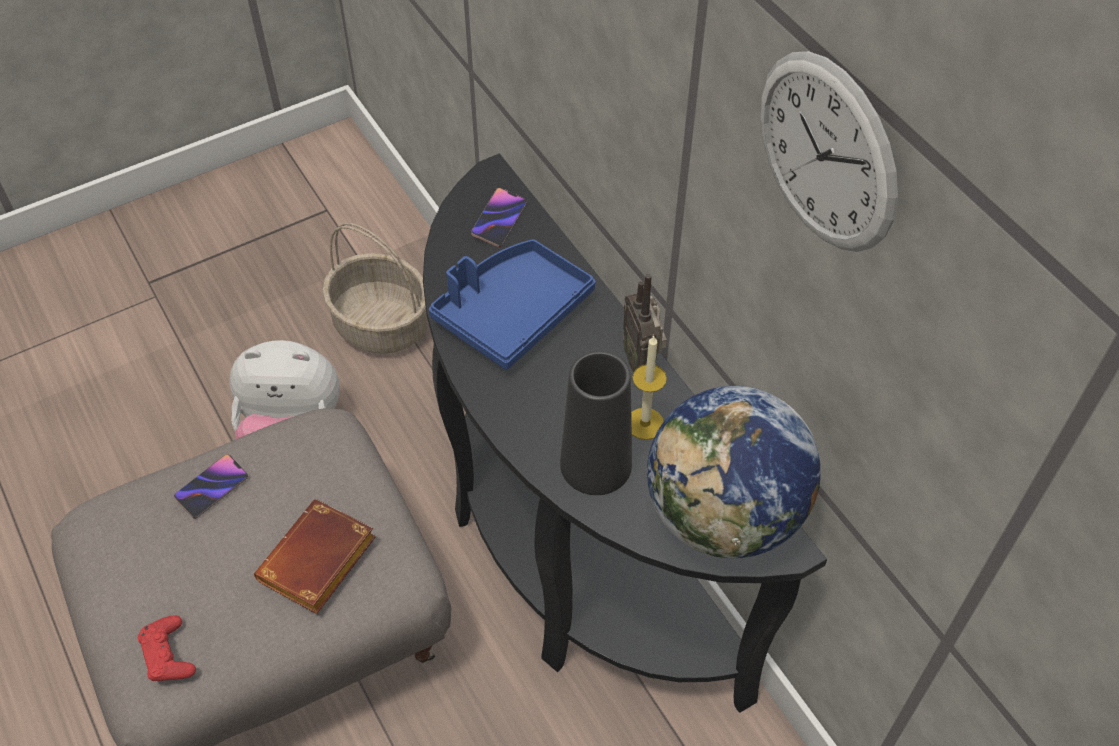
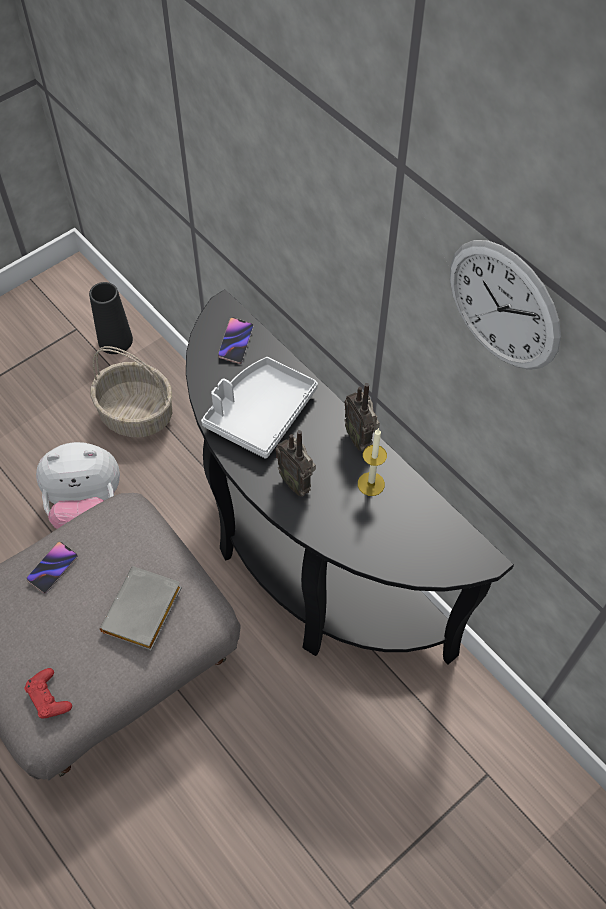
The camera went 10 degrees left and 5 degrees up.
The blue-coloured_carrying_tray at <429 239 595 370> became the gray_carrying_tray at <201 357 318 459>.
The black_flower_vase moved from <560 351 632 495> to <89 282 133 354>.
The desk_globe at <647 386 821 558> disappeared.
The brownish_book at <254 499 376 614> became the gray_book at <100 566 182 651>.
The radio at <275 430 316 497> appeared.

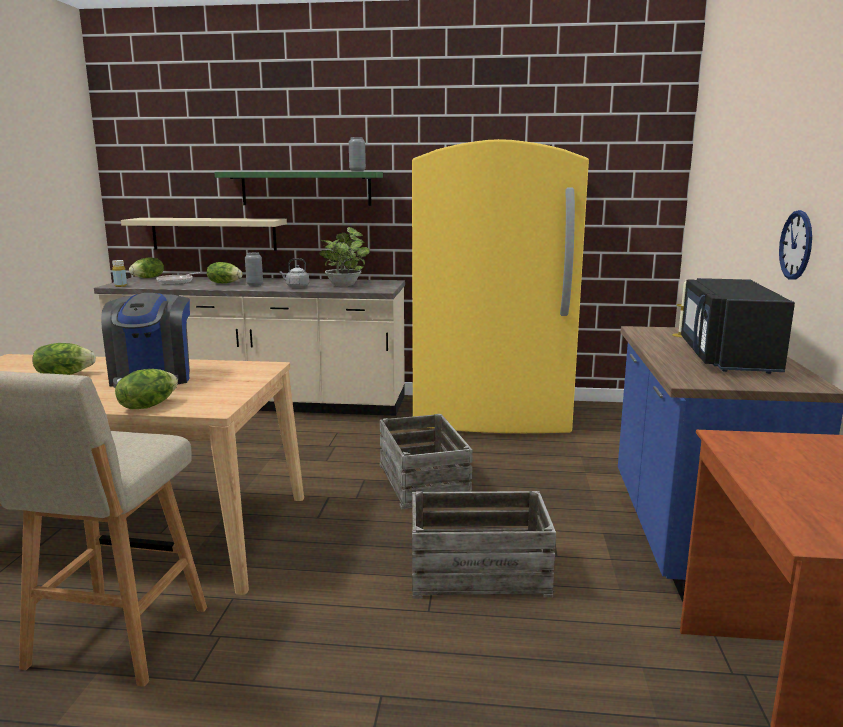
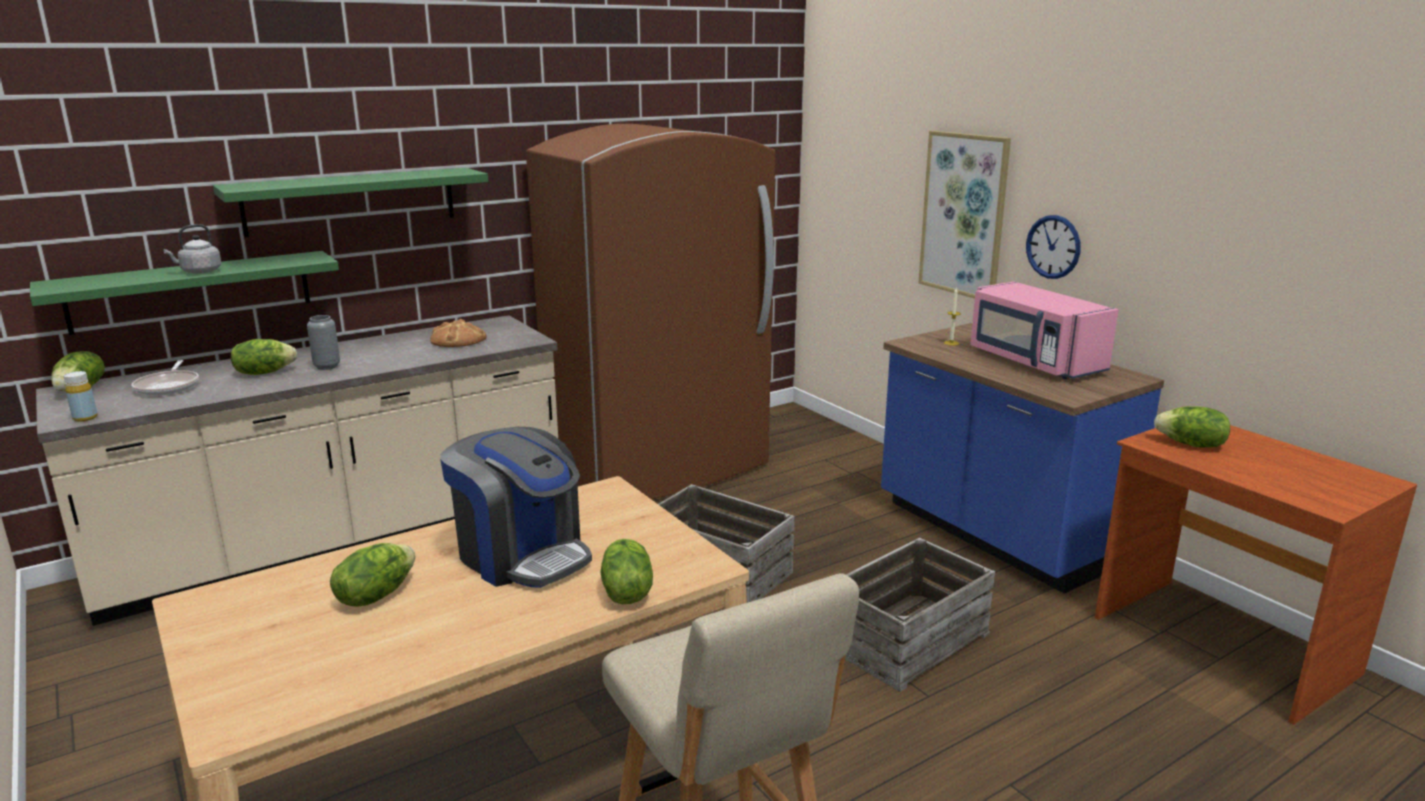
The camera went 40 degrees left and 5 degrees up.
The gray_flower_vase at <349 137 366 172> disappeared.
The yellow-coloured_kitchen_fridge at <412 139 589 433> became the brownish_kitchen_fridge at <526 124 775 499>.
The beige-coloured_shelf at <121 218 287 251> became the green_shelf at <30 251 339 335>.
The potted_plant at <319 227 370 287> was replaced by the baked_bread at <430 319 486 347>.
The gray_kettle moved from <280 258 309 288> to <163 224 221 273>.
The black_kitchen_microwave at <681 278 795 374> became the pink-coloured_kitchen_microwave at <971 282 1119 379>.
The wall_picture at <918 131 1011 298> appeared.
The lettuce_head at <1154 406 1230 447> appeared.

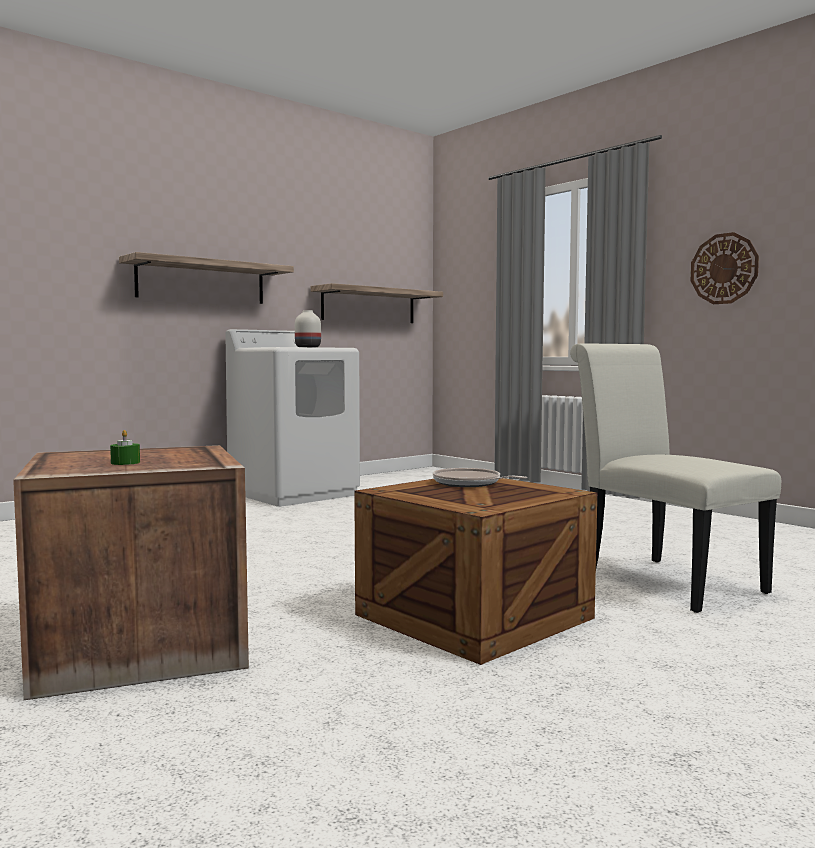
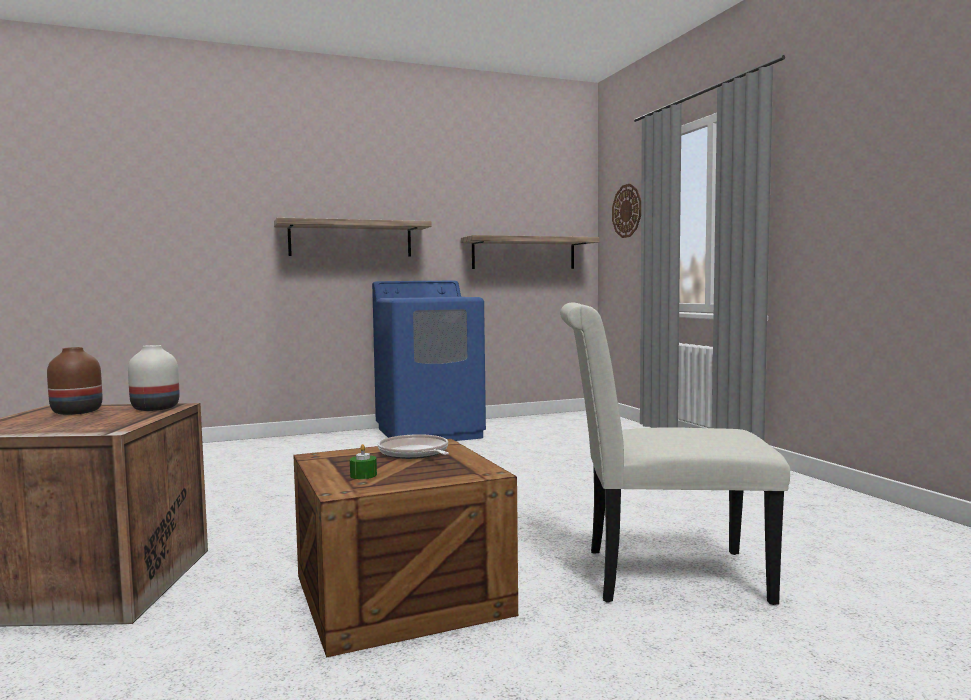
The camera went 20 degrees right and 0 degrees up.
The clock_on_the_wall moved from <691 232 759 304> to <612 184 641 238>.
The white_flower_vase moved from <295 310 321 347> to <128 345 179 411>.
The white_laundry_appliance at <225 329 360 507> became the blue-coloured_laundry_appliance at <372 281 486 441>.
The white_chair at <570 343 782 613> turned 75 degrees counterclockwise.
The green_candle moved from <110 430 140 465> to <350 444 377 479>.
The brownish_flower_vase at <47 347 102 415> appeared.

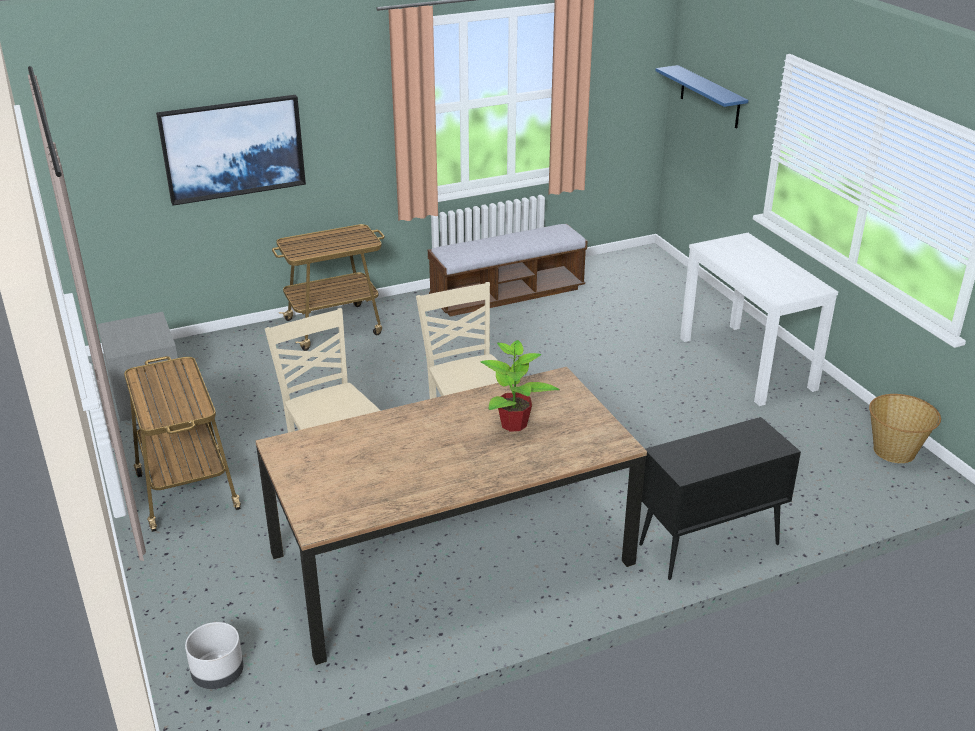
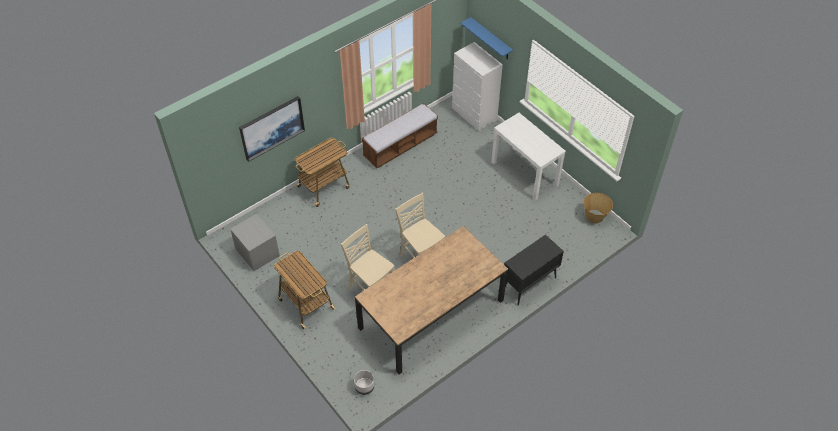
The camera went 15 degrees left and 20 degrees up.
The potted_plant at <481 340 560 432> disappeared.
The white_dresser at <452 42 503 131> appeared.

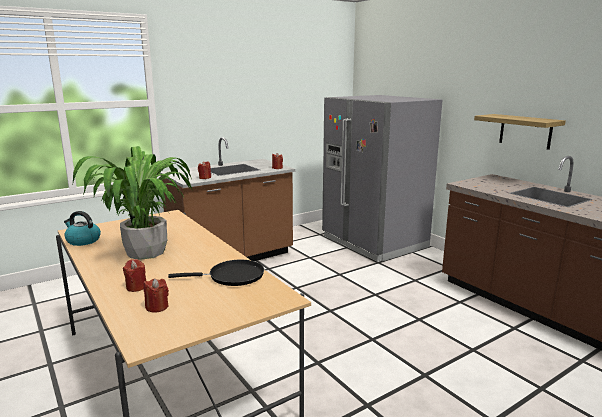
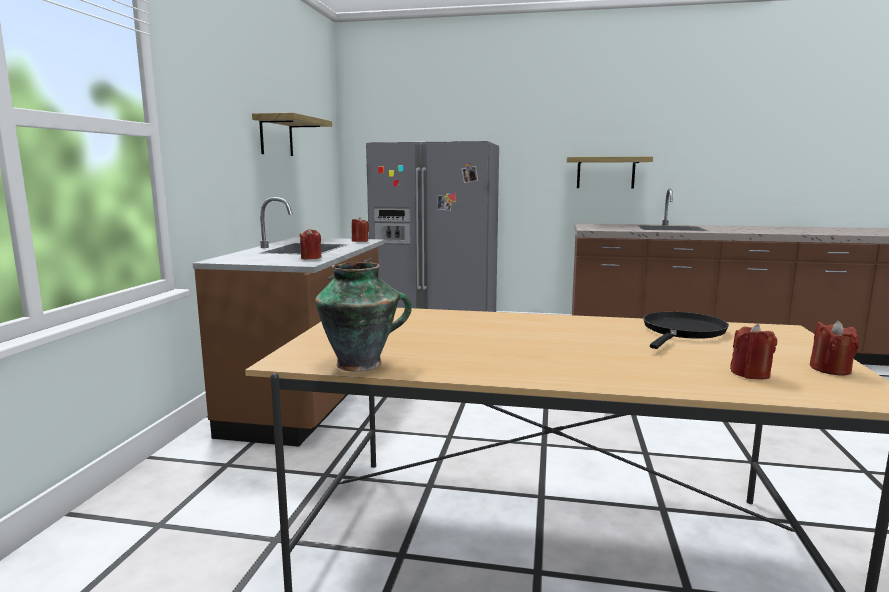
The camera went 45 degrees left and 5 degrees down.
The potted_plant at <73 146 193 260> disappeared.
The kettle at <64 211 101 246> was replaced by the flower_vase at <315 262 412 372>.
The red_candle moved from <123 259 146 292> to <810 320 859 376>.
The shelf at <252 113 332 156> appeared.

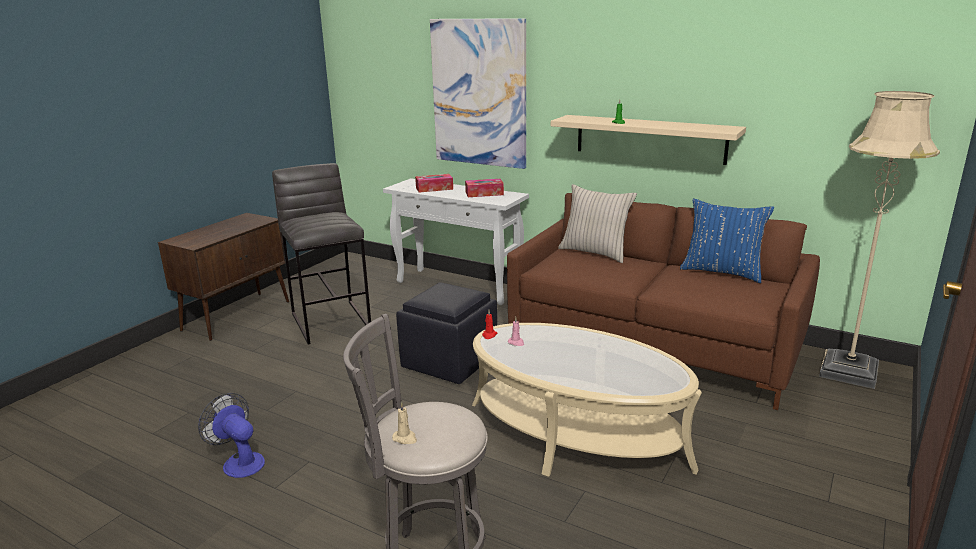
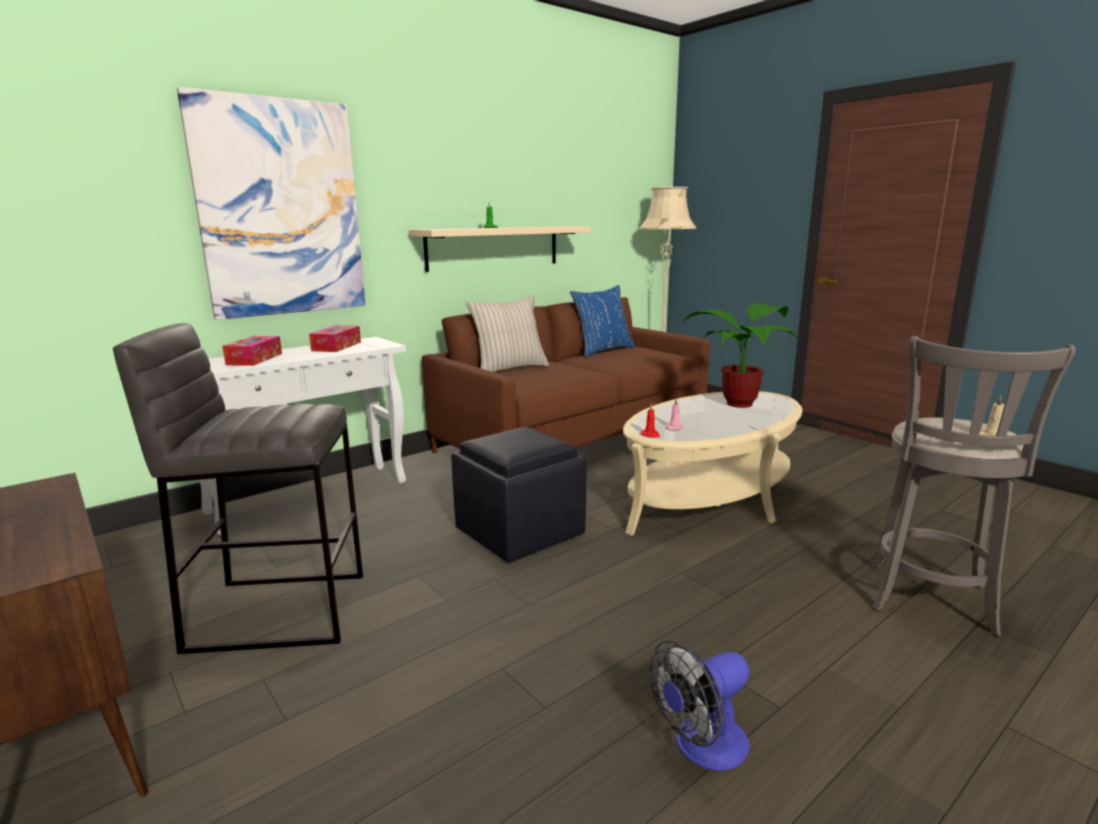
The camera went 70 degrees left and 5 degrees down.
The potted_plant at <683 303 800 408> appeared.

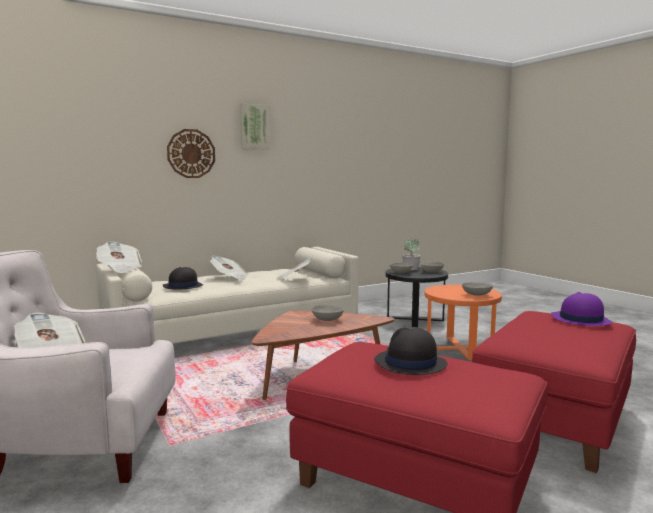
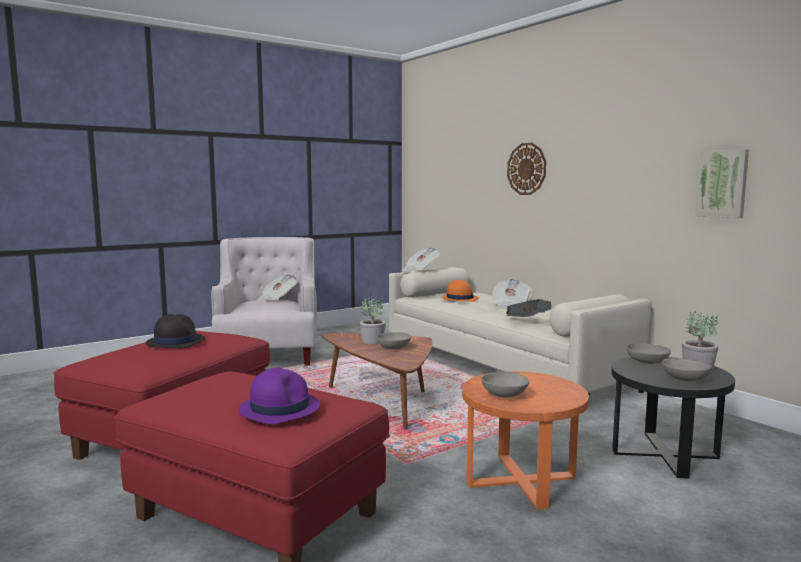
The camera went 85 degrees right and 0 degrees up.
The wall_picture moved from <240 103 270 150> to <695 149 749 218>.
The black_clothing_hat at <163 267 203 290> became the orange-coloured_clothing_hat at <441 280 479 302>.
The potted_plant at <360 295 386 344> appeared.

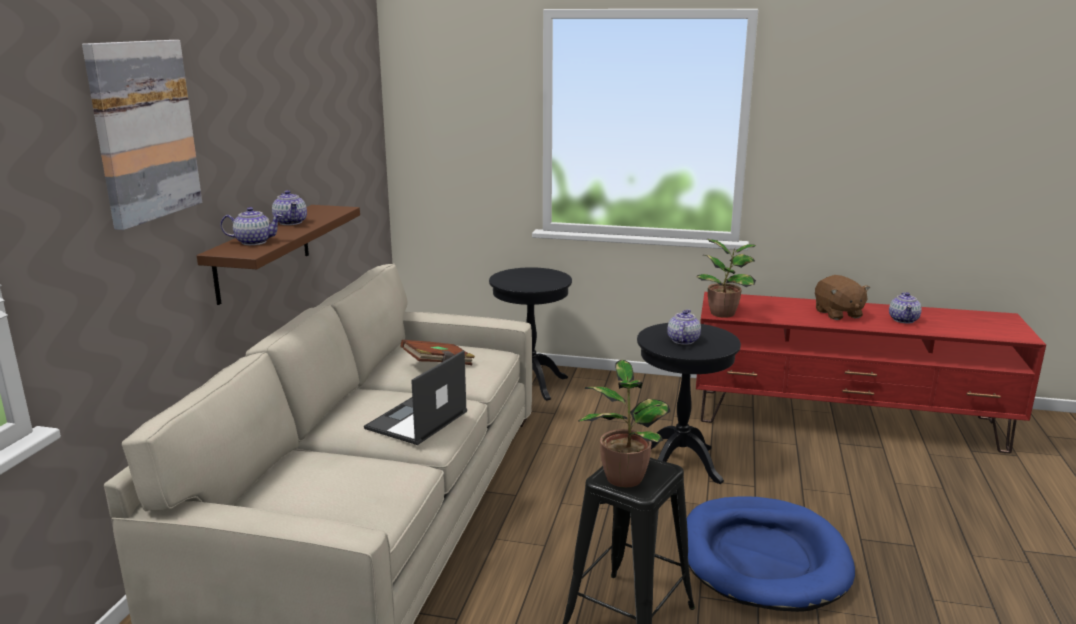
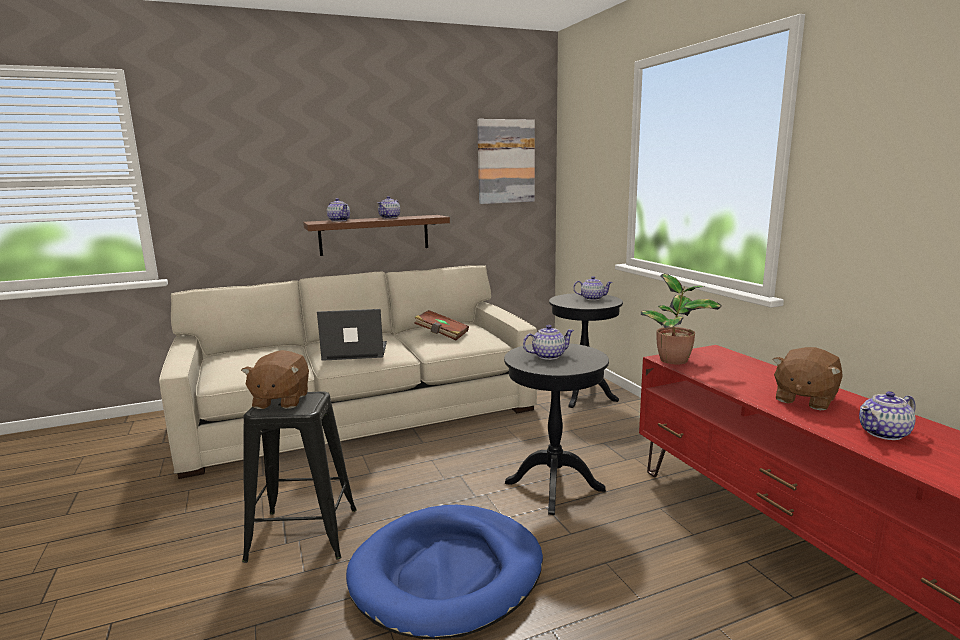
The camera went 55 degrees right and 5 degrees down.
The wall_picture moved from <82 40 202 230> to <477 119 535 204>.
The potted_plant at <578 360 670 488> was replaced by the brownish_soft_toy at <241 350 309 409>.
The tea_pot at <573 276 613 300> appeared.

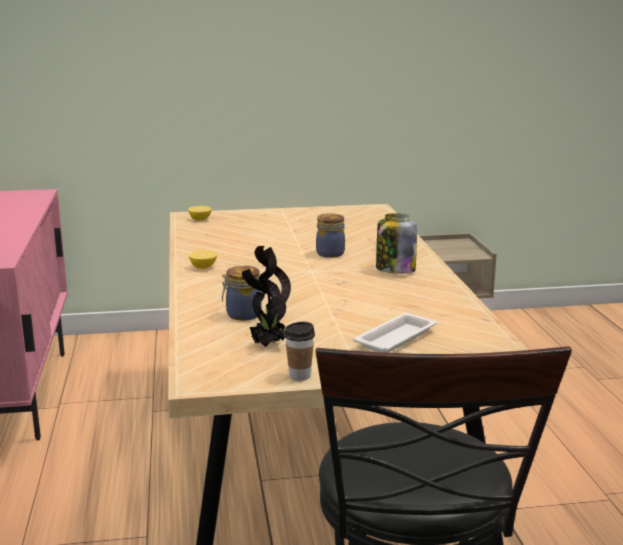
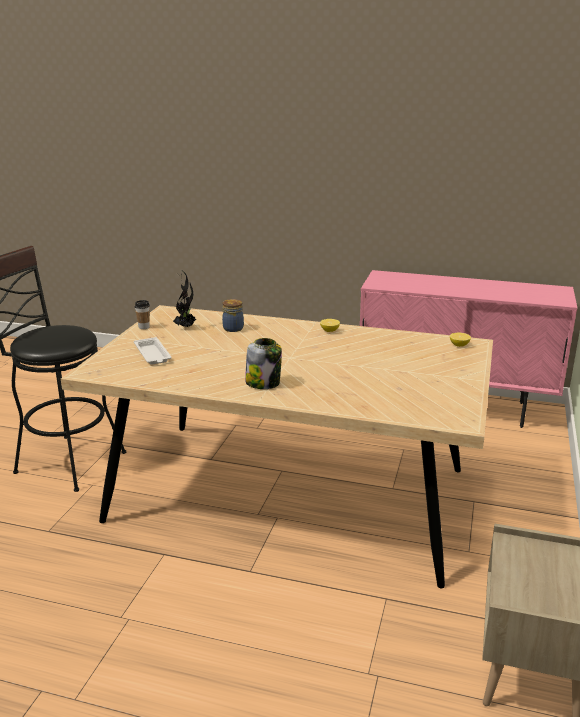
The camera went 115 degrees right and 5 degrees up.
The preserve_jar at <316 213 345 258> disappeared.

